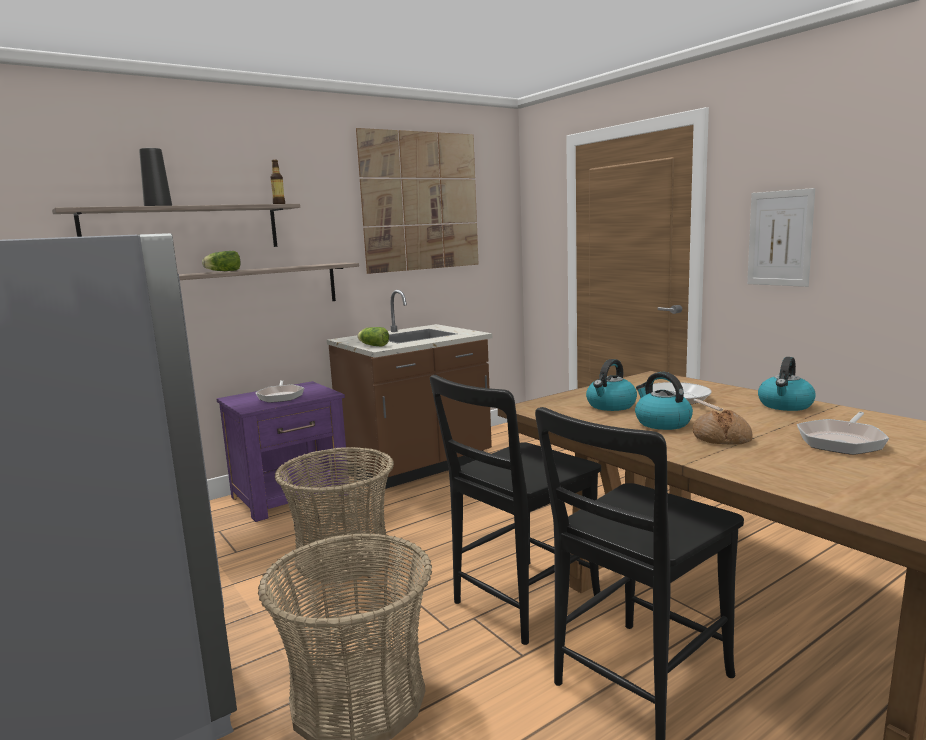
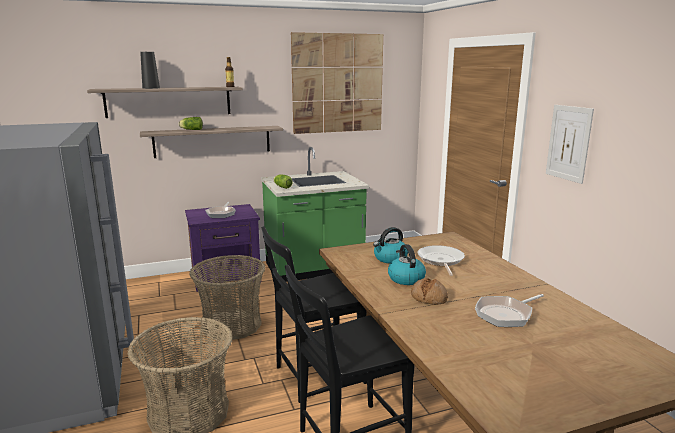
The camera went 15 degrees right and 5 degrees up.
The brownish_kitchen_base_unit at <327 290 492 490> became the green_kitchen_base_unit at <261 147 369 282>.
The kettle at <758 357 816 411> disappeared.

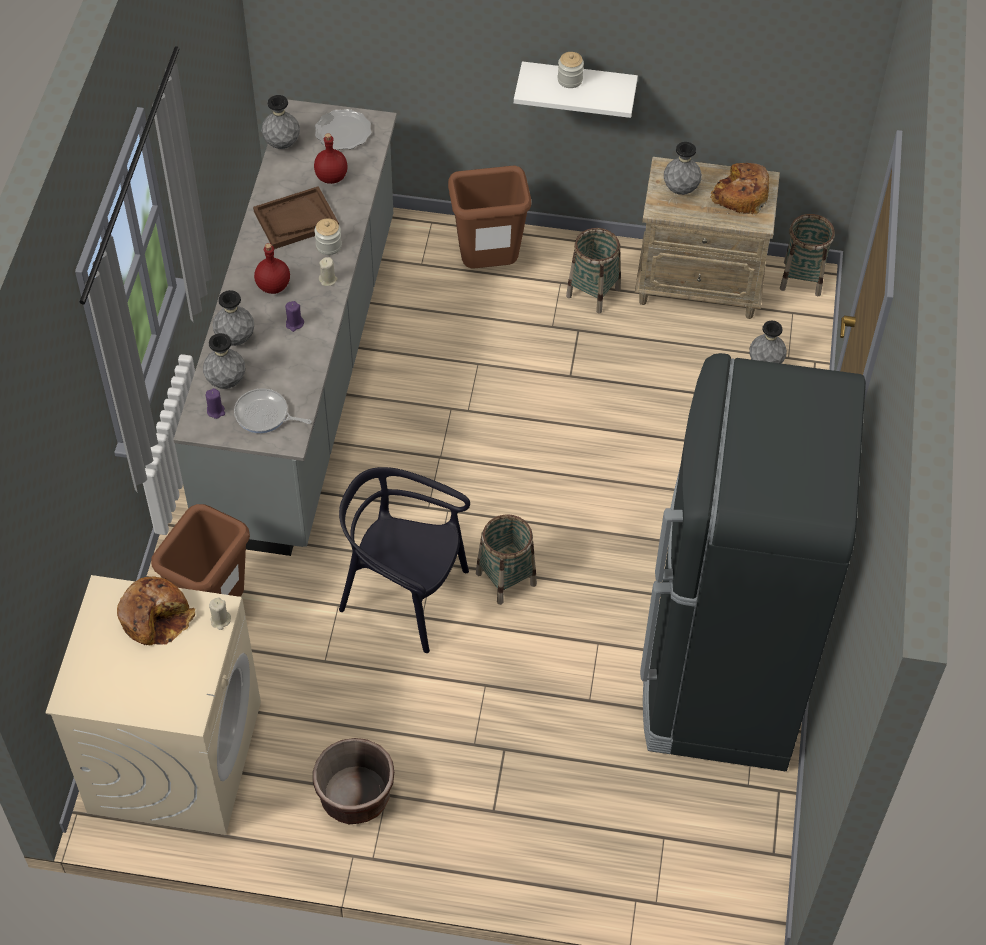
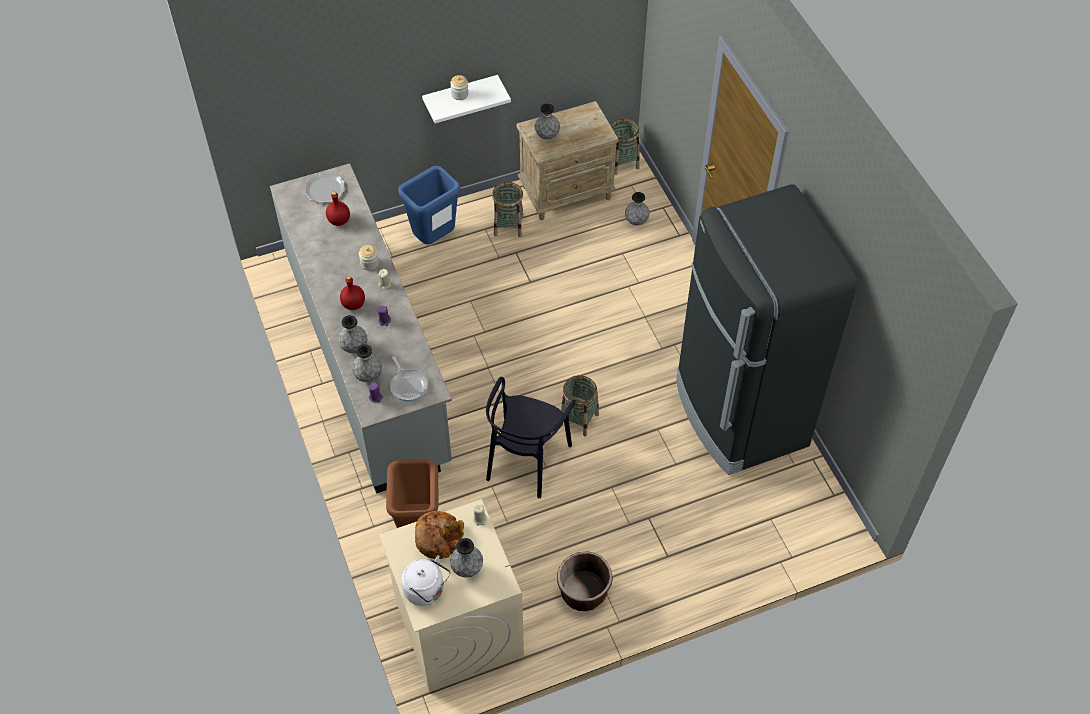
The camera went 30 degrees left and 0 degrees up.
The gray_flower_vase moved from <261 95 300 149> to <450 538 483 578>.
The baked_bread at <710 163 769 214> disappeared.
The brownish_trash_can at <448 166 531 269> became the blue-coloured_trash_can at <398 166 461 244>.
The brownish_carrying_tray at <253 186 339 249> disappeared.
The pan at <234 388 312 433> turned 105 degrees counterclockwise.
The black_chair at <339 467 470 653> turned 60 degrees counterclockwise.
The white_kettle at <401 555 450 606> appeared.

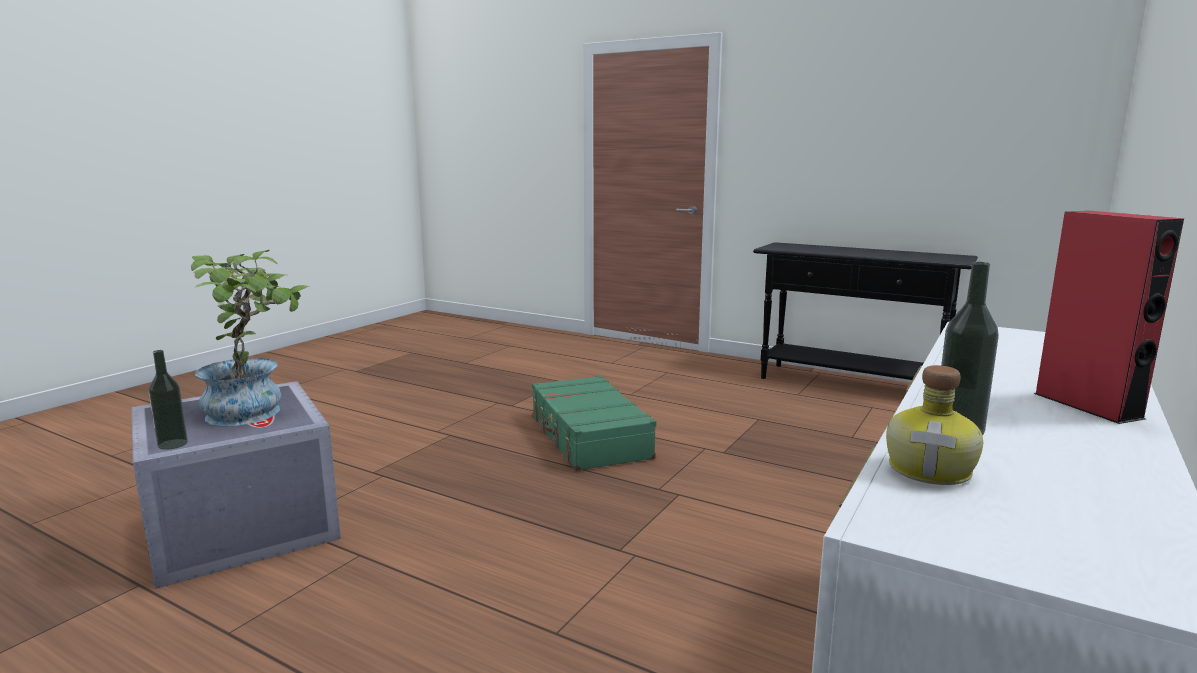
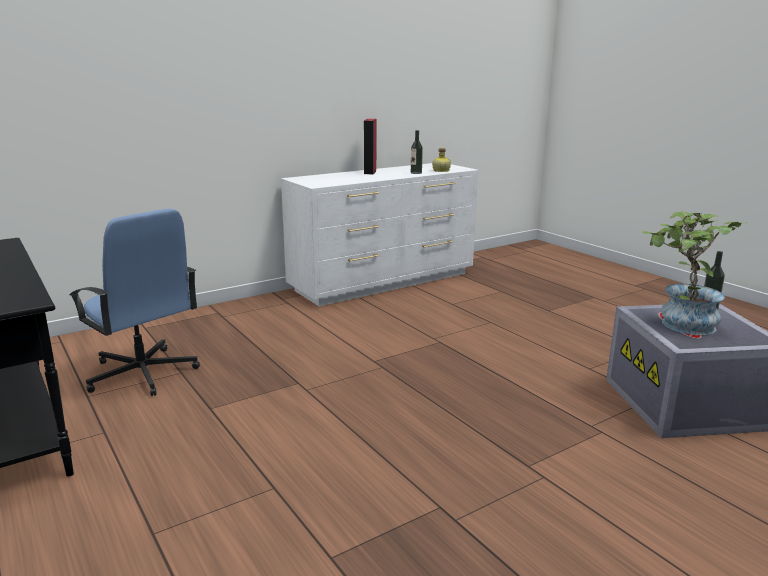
The camera went 155 degrees left and 5 degrees up.
The green_travel_case at <531 375 657 471> disappeared.
The blue-coloured_office_chair at <69 209 200 396> appeared.

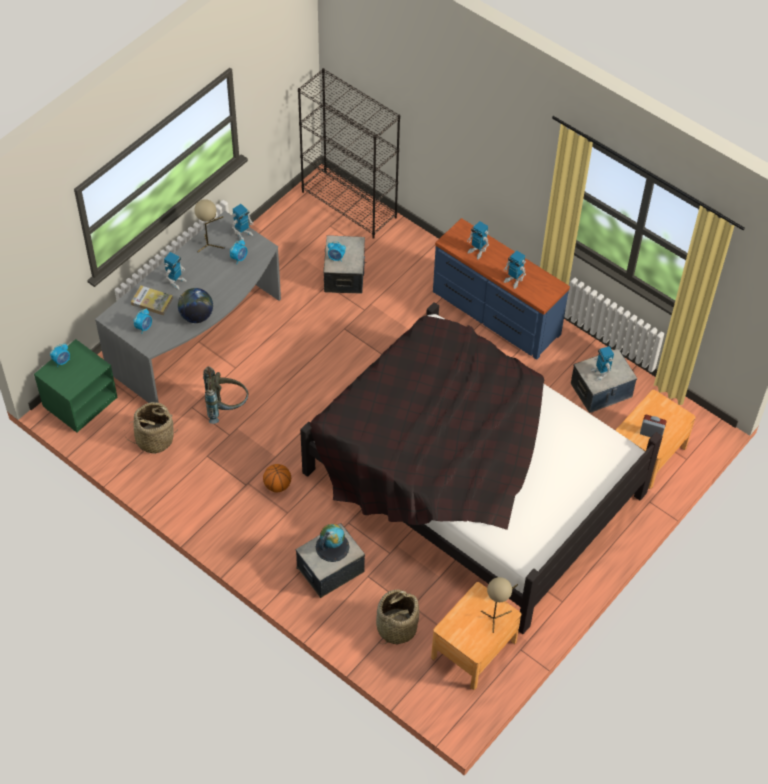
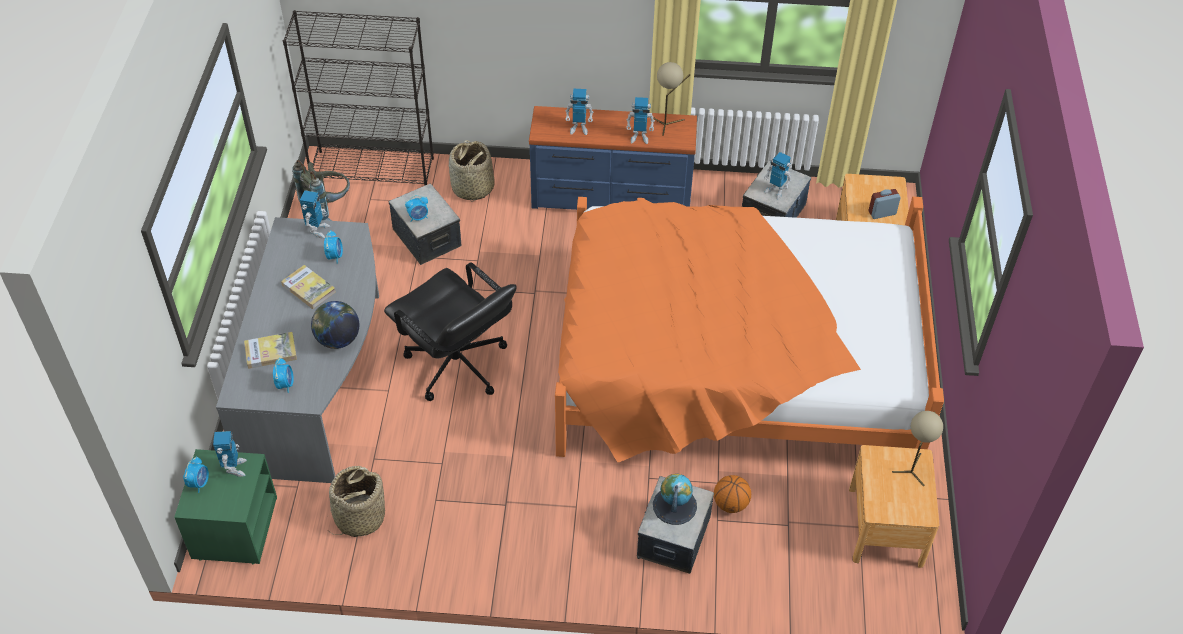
The camera went 35 degrees left and 5 degrees down.
The beige-coloured_tabletop_lamp moved from <194 199 224 252> to <653 62 690 136>.
The model_robot moved from <164 252 187 290> to <213 431 247 477>.
The black_bed at <300 302 663 634> became the orange-coloured_bed at <555 197 944 462>.
The gray_backpack moved from <203 366 248 424> to <292 160 350 221>.
The basketball_ball moved from <263 464 291 492> to <714 475 751 513>.
The household_basket moved from <376 589 419 644> to <449 140 495 202>.
The black_office_chair at <384 262 517 401> appeared.
The book at <281 265 335 309> appeared.

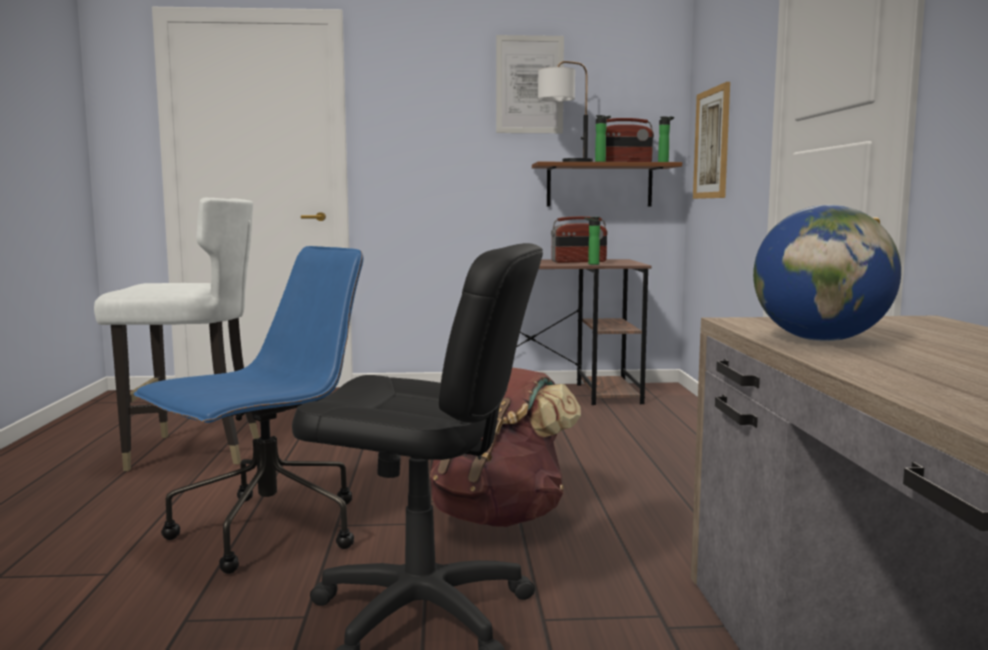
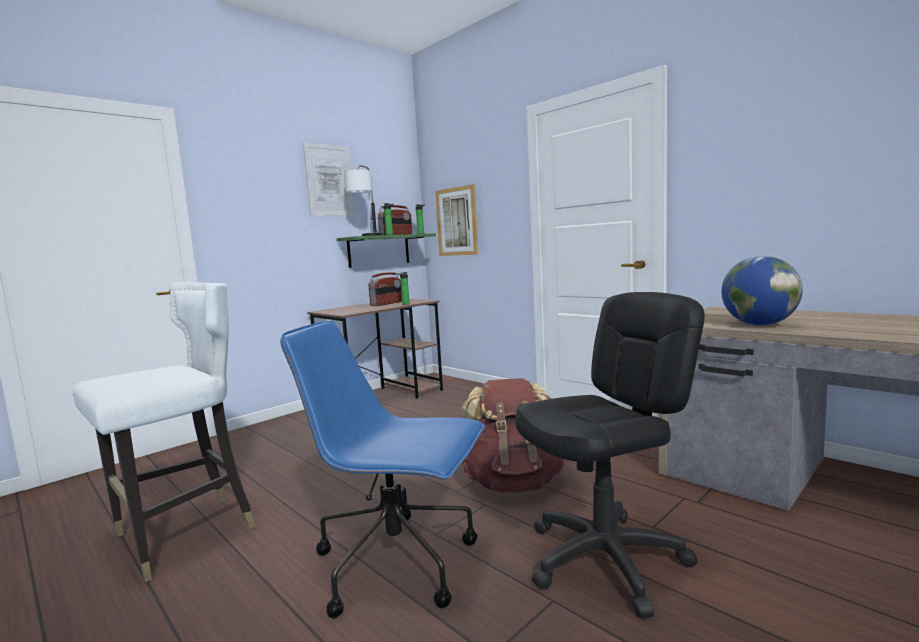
The camera went 40 degrees left and 0 degrees up.
The brownish_shelf at <532 162 682 207> became the green_shelf at <337 233 436 268>.
The blue-coloured_office_chair at <134 246 363 574> turned 75 degrees counterclockwise.

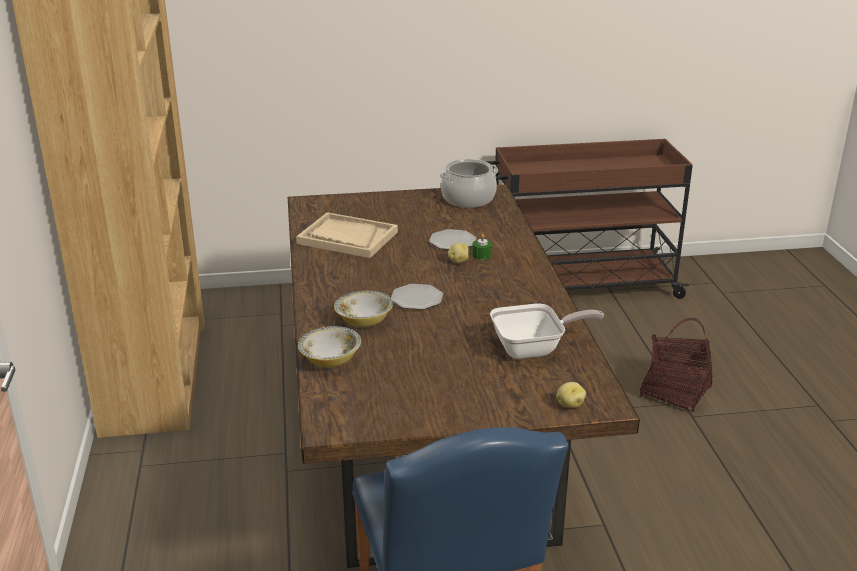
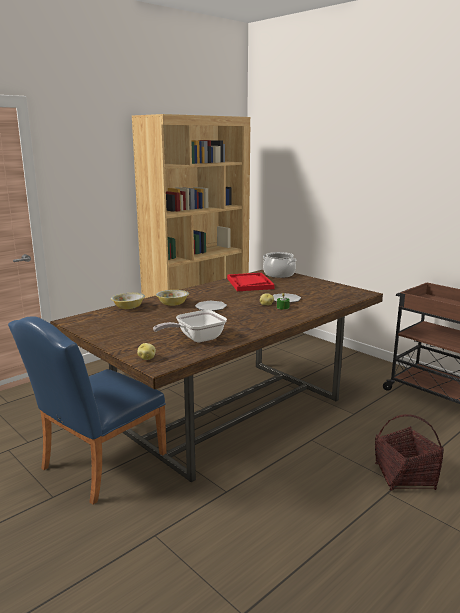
The camera went 55 degrees right and 10 degrees down.
The cooking_pot moved from <439 159 498 208> to <263 252 297 278>.
The beige-coloured_carrying_tray at <296 212 398 258> became the red_carrying_tray at <227 273 275 291>.
The pan at <490 304 604 359> turned 105 degrees clockwise.

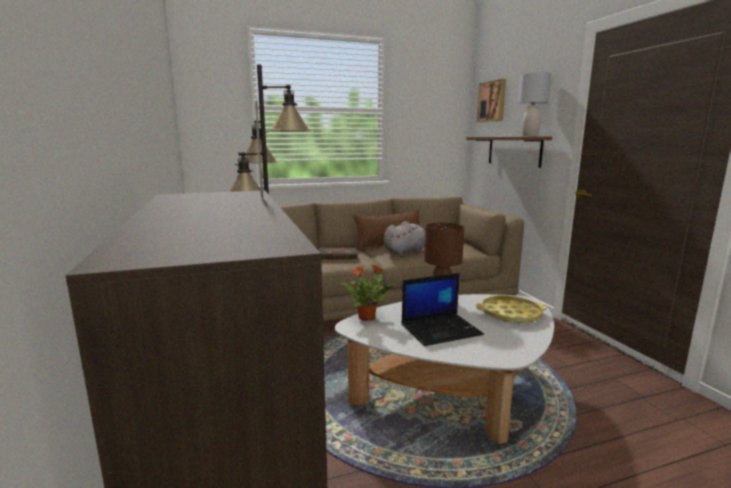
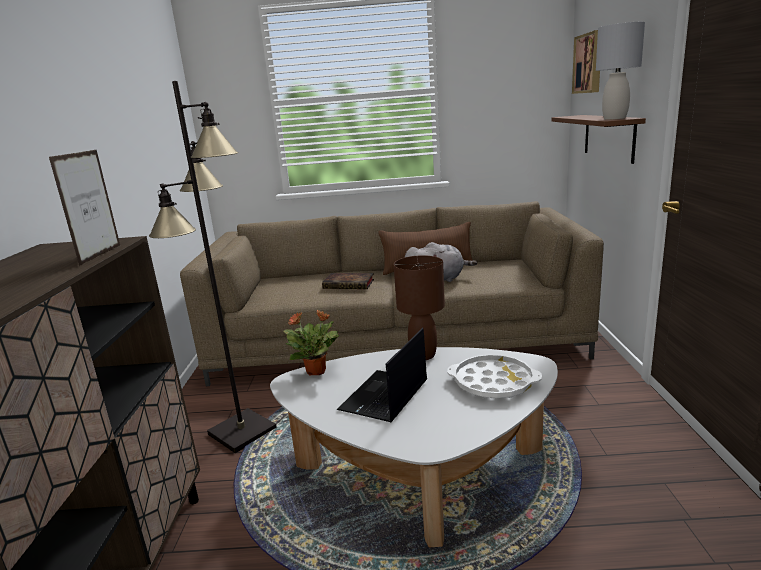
The camera went 20 degrees right and 5 degrees up.
The portable_computer at <402 273 484 346> turned 120 degrees clockwise.
The yellow-coloured_carrying_tray at <476 295 547 324> became the white_carrying_tray at <447 354 542 398>.

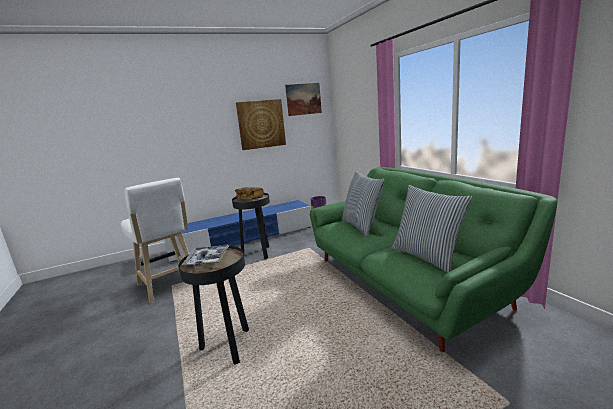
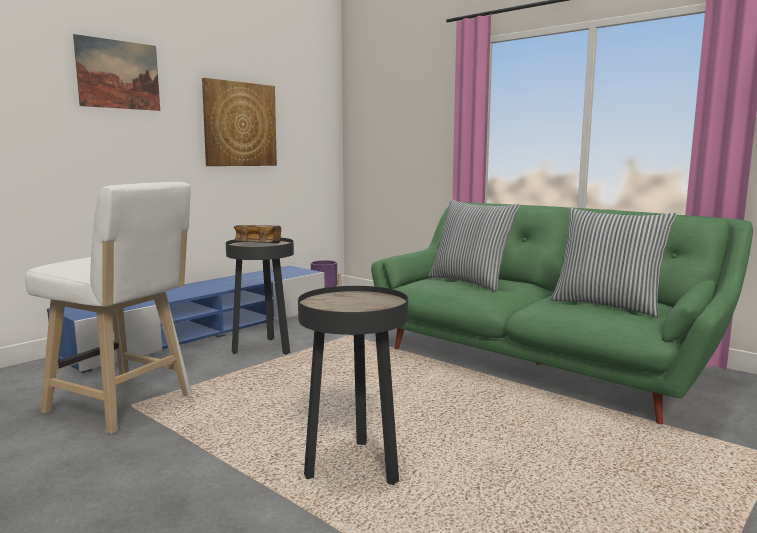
The camera went 25 degrees left and 5 degrees down.
The wall_picture moved from <285 83 322 116> to <73 34 160 111>.
The carrying_tray at <181 245 230 267> disappeared.

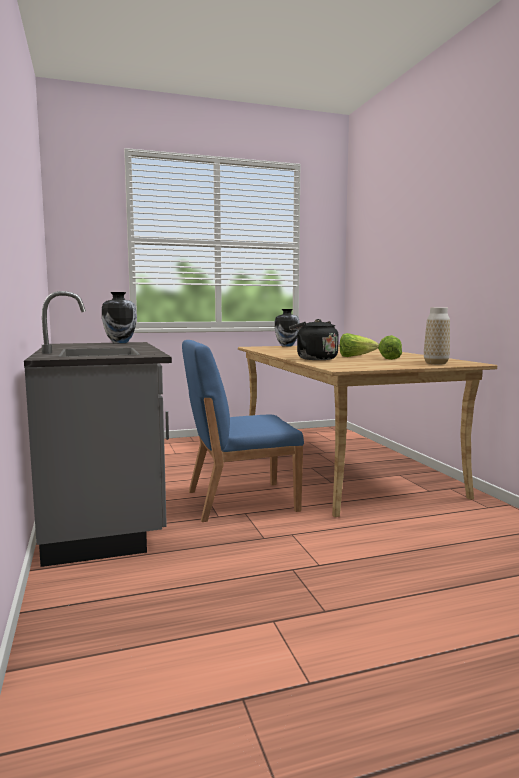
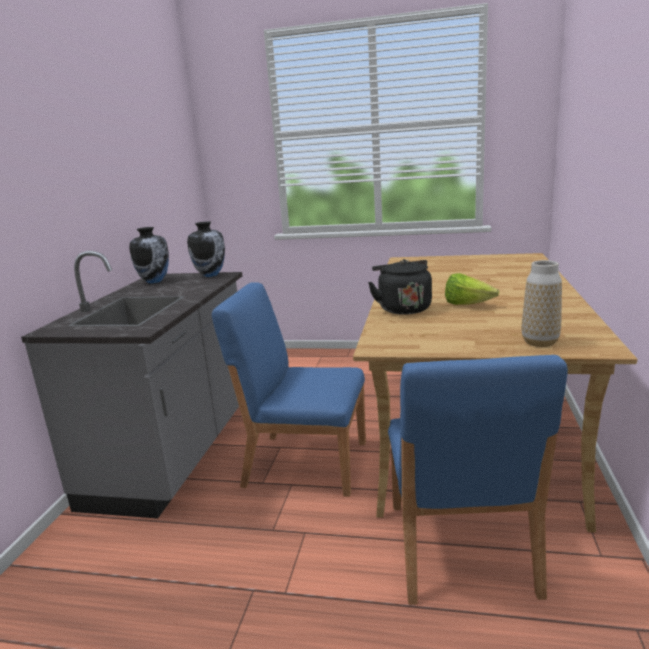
The camera went 30 degrees right and 10 degrees up.
The flower_vase moved from <275 309 300 347> to <129 227 169 284>.
The lettuce_head at <378 335 402 360> disappeared.
The blue-coloured_chair at <388 355 568 605> appeared.

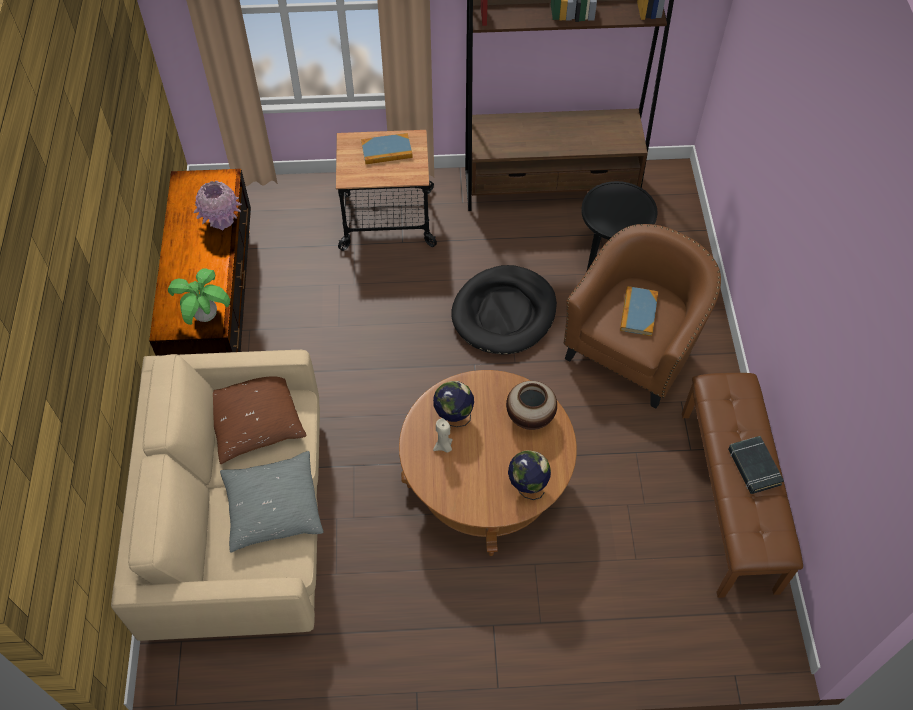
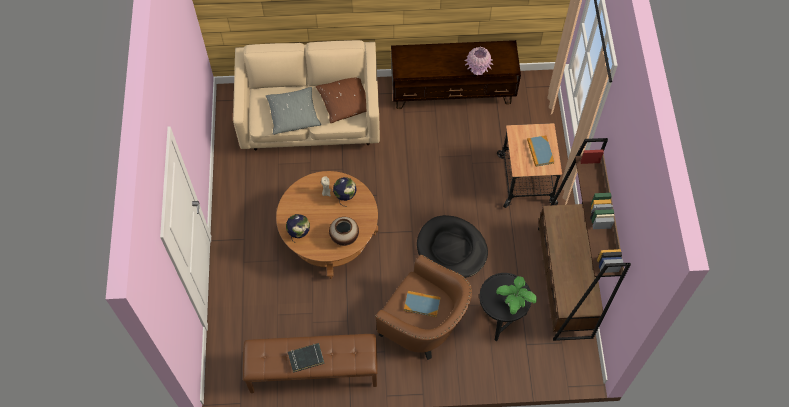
The camera went 90 degrees right and 5 degrees up.
The potted_plant moved from <168 268 230 325> to <496 276 537 315>.

